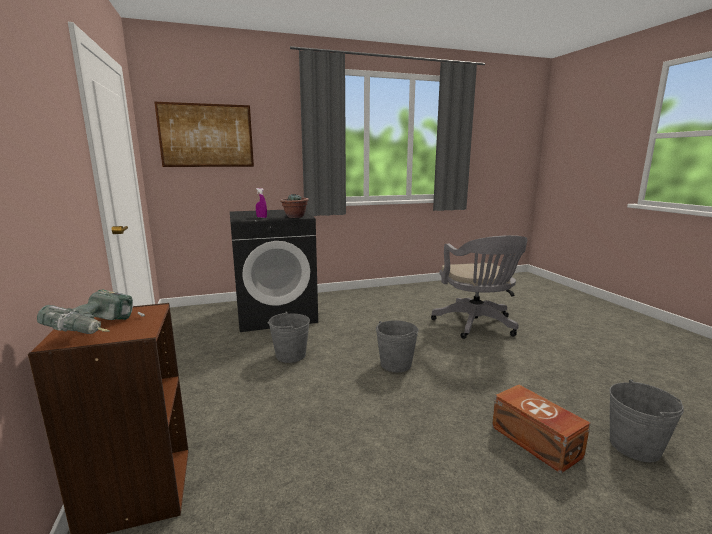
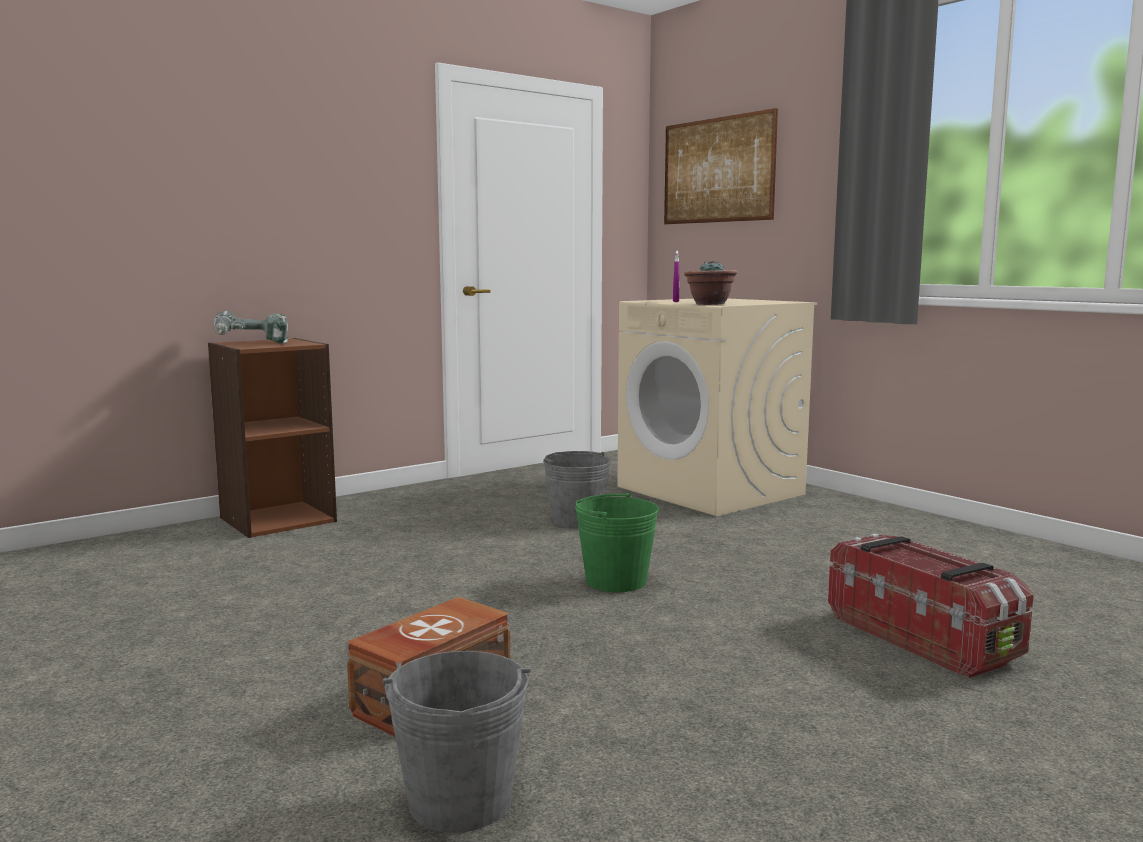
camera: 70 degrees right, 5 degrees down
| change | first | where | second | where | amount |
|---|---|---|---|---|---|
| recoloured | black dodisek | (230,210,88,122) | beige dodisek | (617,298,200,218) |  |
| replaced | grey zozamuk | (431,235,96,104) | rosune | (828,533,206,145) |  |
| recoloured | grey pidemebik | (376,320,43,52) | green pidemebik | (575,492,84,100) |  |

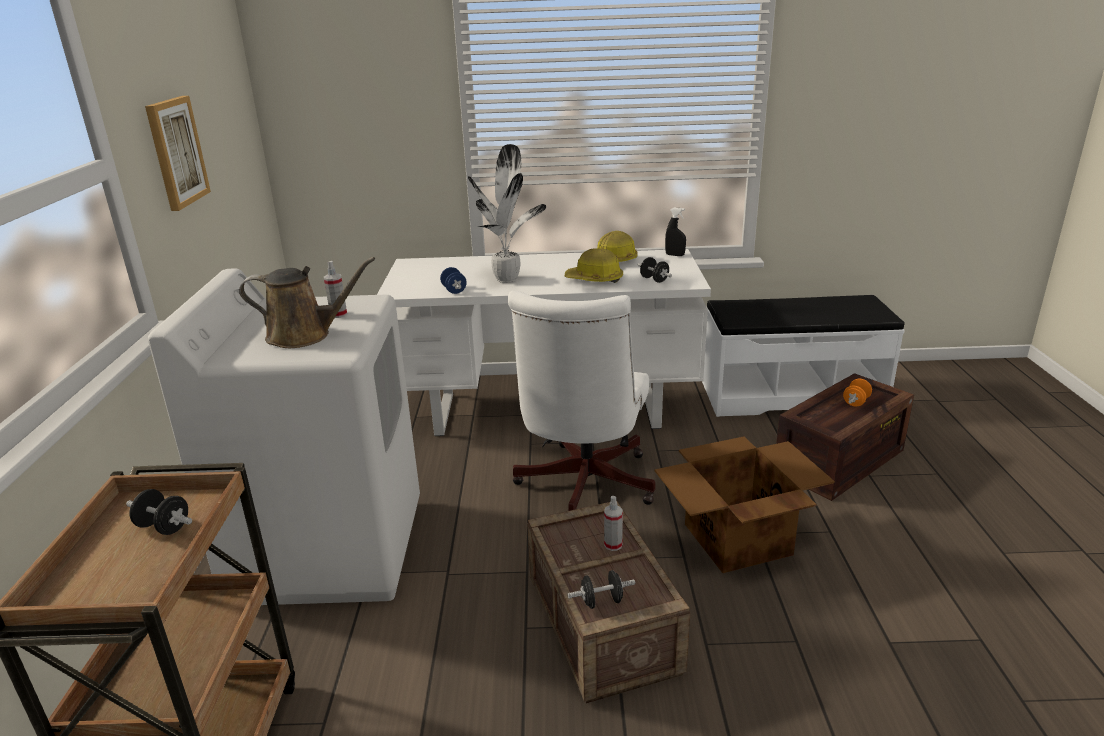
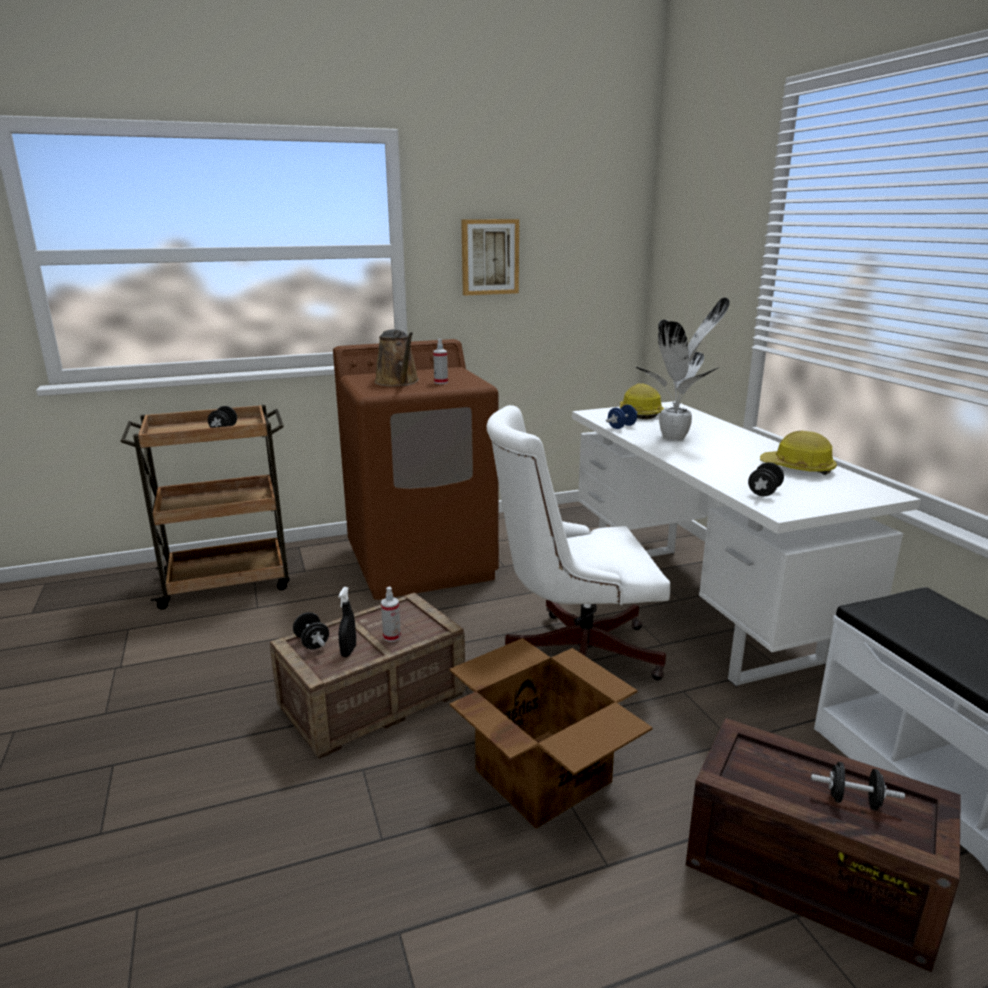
camera: 70 degrees right, 5 degrees down
| change | first | where | second | where | amount |
|---|---|---|---|---|---|
| moved | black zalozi | (665,208,21,48) |  | (338,587,18,70) |  |
| moved | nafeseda | (564,248,59,35) |  | (620,383,44,36) |  |
| recoloured | white dodisek | (148,268,272,337) | brown dodisek | (333,339,166,261) |  |
| recoloured | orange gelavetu | (843,379,29,27) | black gelavetu | (811,762,94,49) |  |

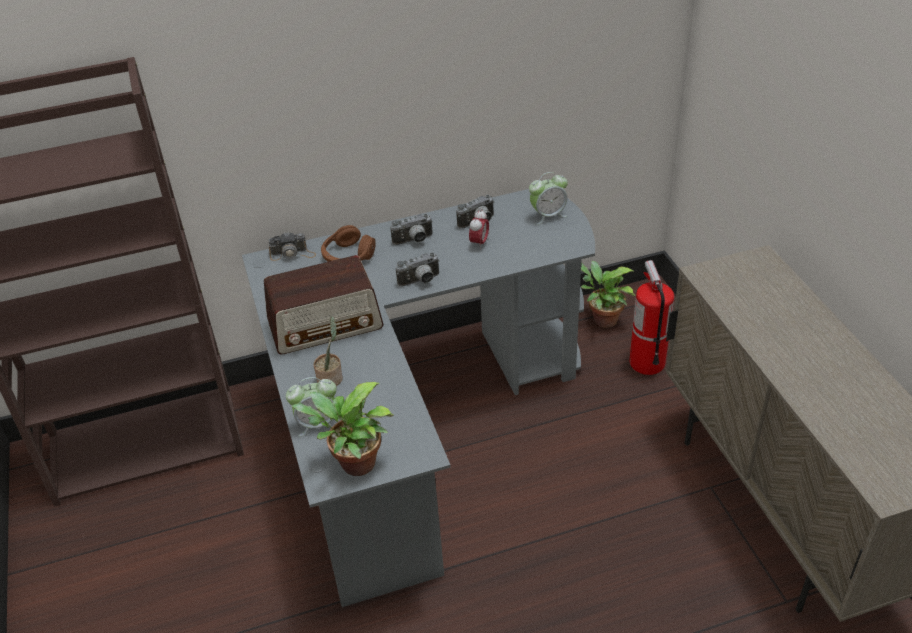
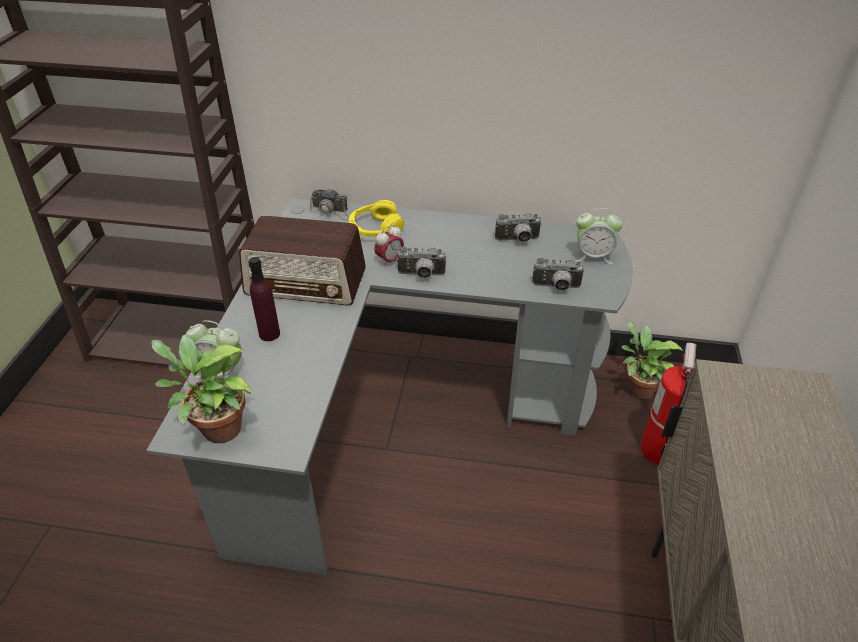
camera: 25 degrees right, 0 degrees up
| change | first | where | second | where | amount |
|---|---|---|---|---|---|
| moved | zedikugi | (469,209,20,41) |  | (374,225,30,42) |  |
| moved | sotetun | (390,214,43,31) |  | (532,258,52,33) |  |
| recoloured | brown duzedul | (321,225,55,37) | yellow duzedul | (349,200,55,37) |  |
| replaced | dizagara | (314,316,29,70) | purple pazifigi | (249,257,31,84) |  |

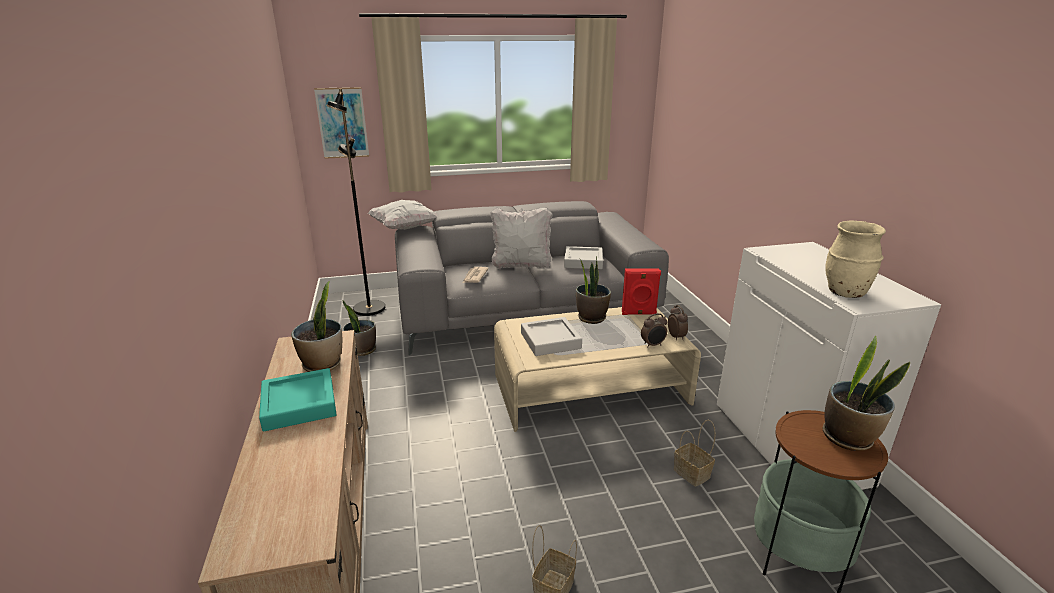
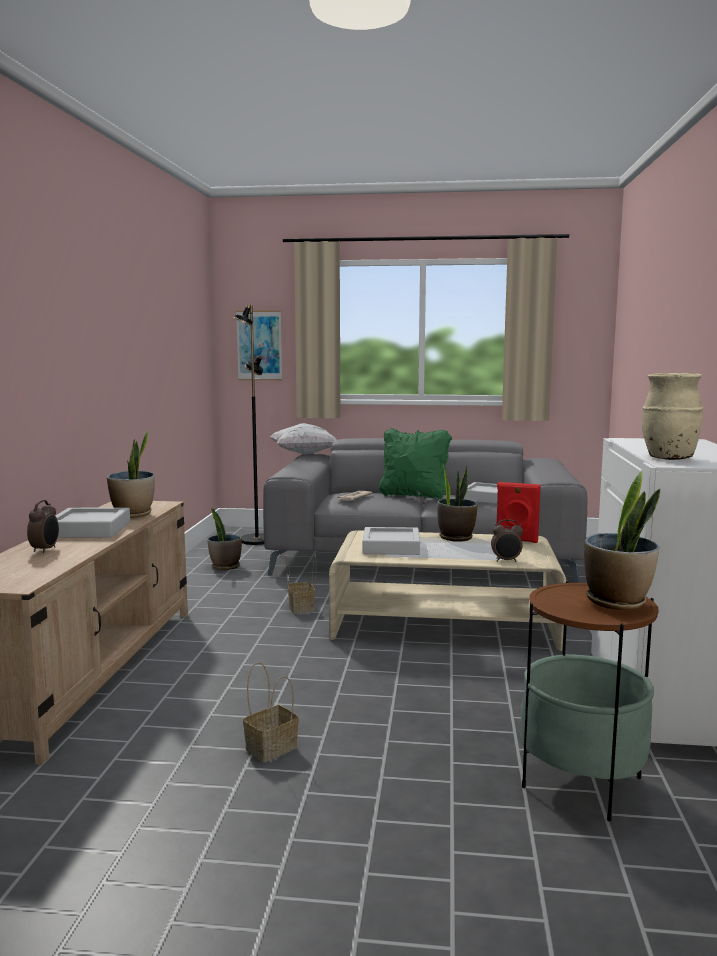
camera: 20 degrees right, 15 degrees down
| change | first | where | second | where | amount |
|---|---|---|---|---|---|
| recoloured | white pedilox | (491,207,62,62) | green pedilox | (378,428,74,71) |  |
| moved | zedikugi | (668,305,20,35) |  | (27,500,32,53) |  |
| recoloured | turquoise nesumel | (259,368,78,63) | grey nesumel | (55,507,75,31) |  |
| moved | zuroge | (674,420,42,67) |  | (286,554,30,60) |  |

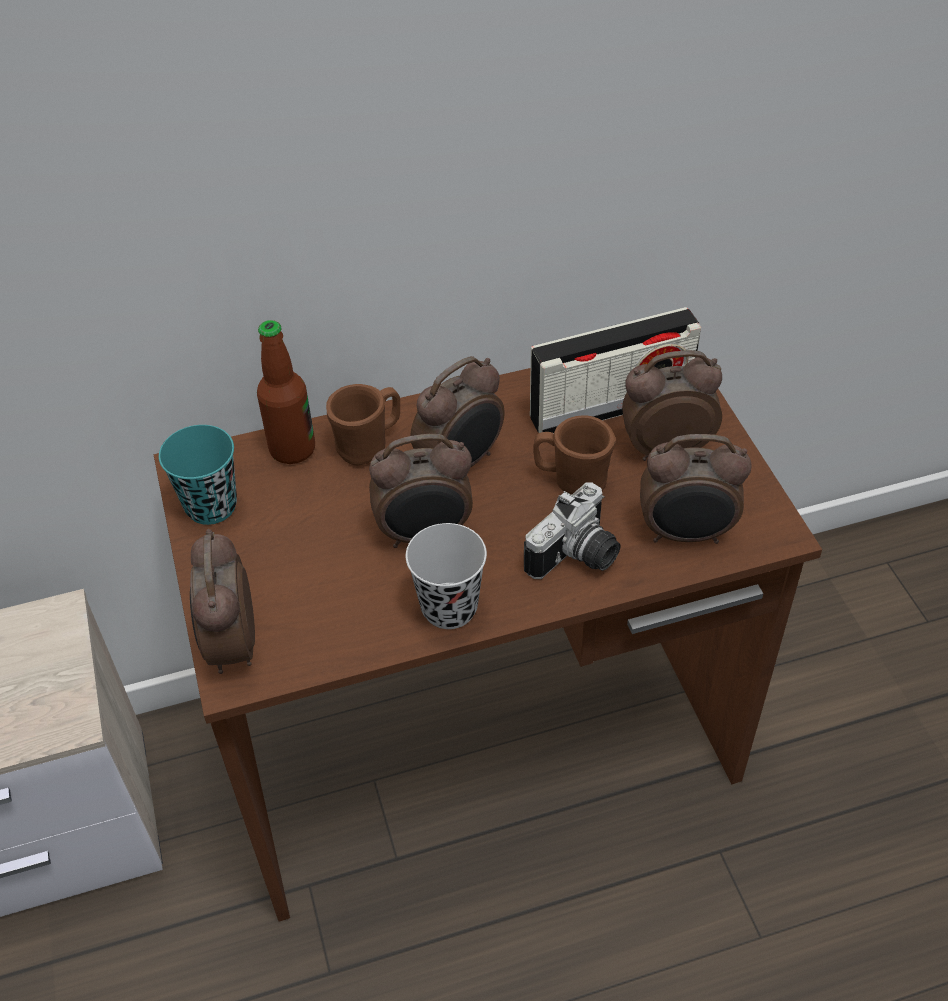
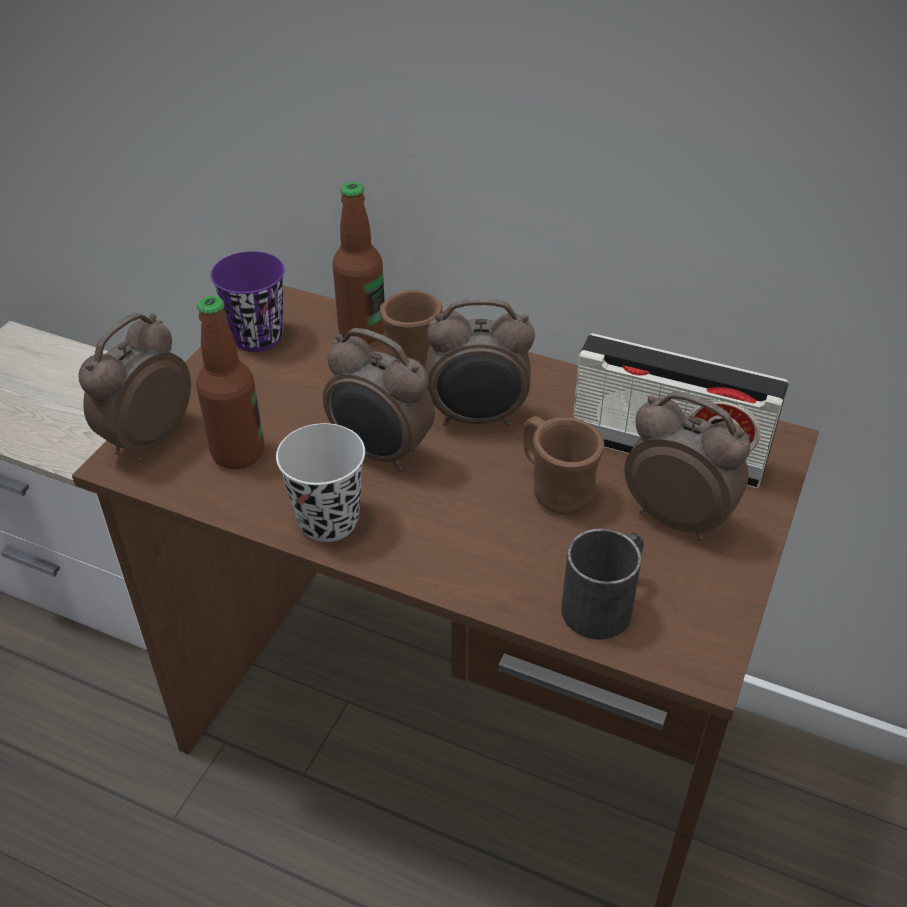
camera: 40 degrees right, 5 degrees down
| change | first | where | second | where | amount |
|---|---|---|---|---|---|
| recoloured | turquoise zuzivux | (159,425,78,100) | purple zuzivux | (211,251,74,101) |  |
| replaced | zedikugi | (640,434,112,110) | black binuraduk | (561,529,83,111) |  |
| removed | sotetun | (524,483,96,96) |  |  |  |
| added |  |  | pazifigi | (196,296,68,173) |  |

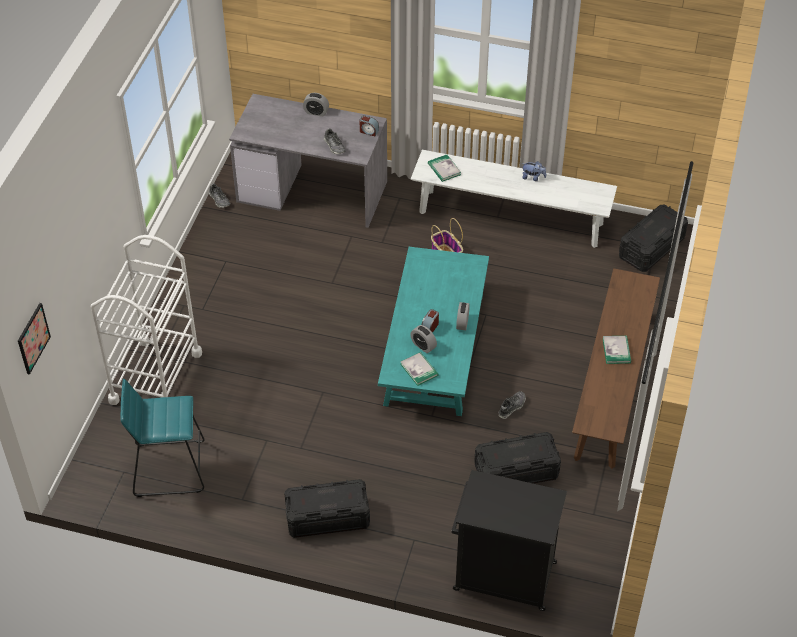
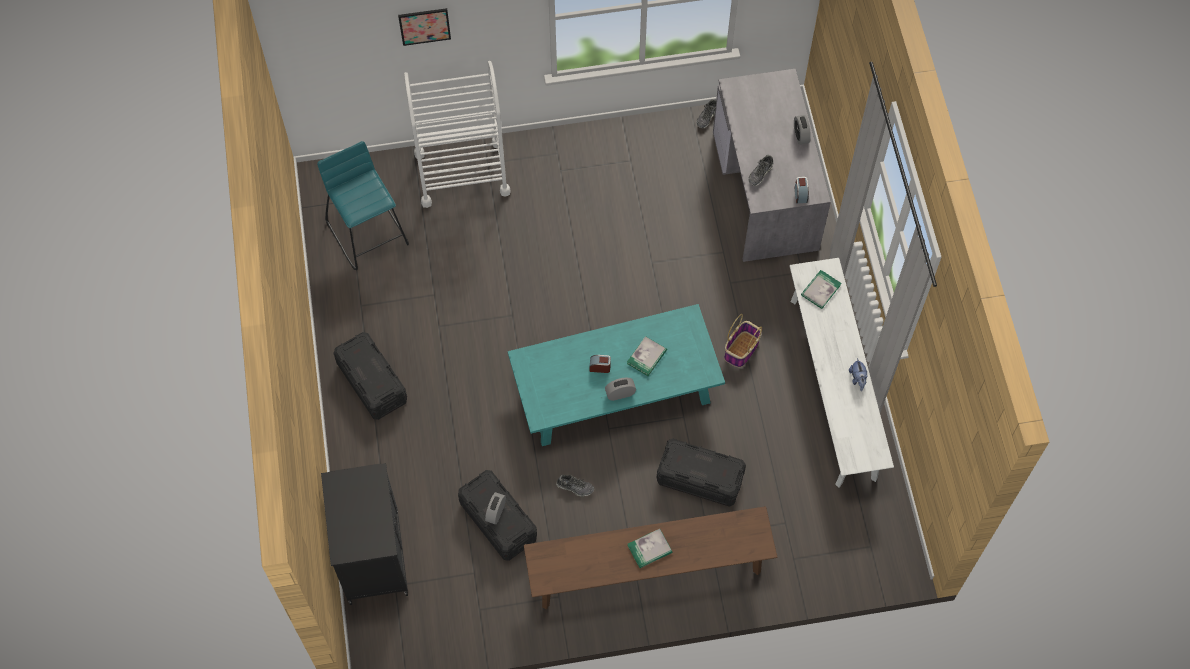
camera: 65 degrees right, 15 degrees up
| change | first | where | second | where | amount |
|---|---|---|---|---|---|
| moved | black rosune | (619,205,69,67) |  | (656,438,90,69) |  |
| moved | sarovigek | (18,303,33,72) |  | (398,8,53,38) |  |
| moved | zedikugi | (410,325,27,28) |  | (485,492,21,32) |  |
| moved | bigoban | (400,352,39,34) |  | (627,336,40,40) |  |

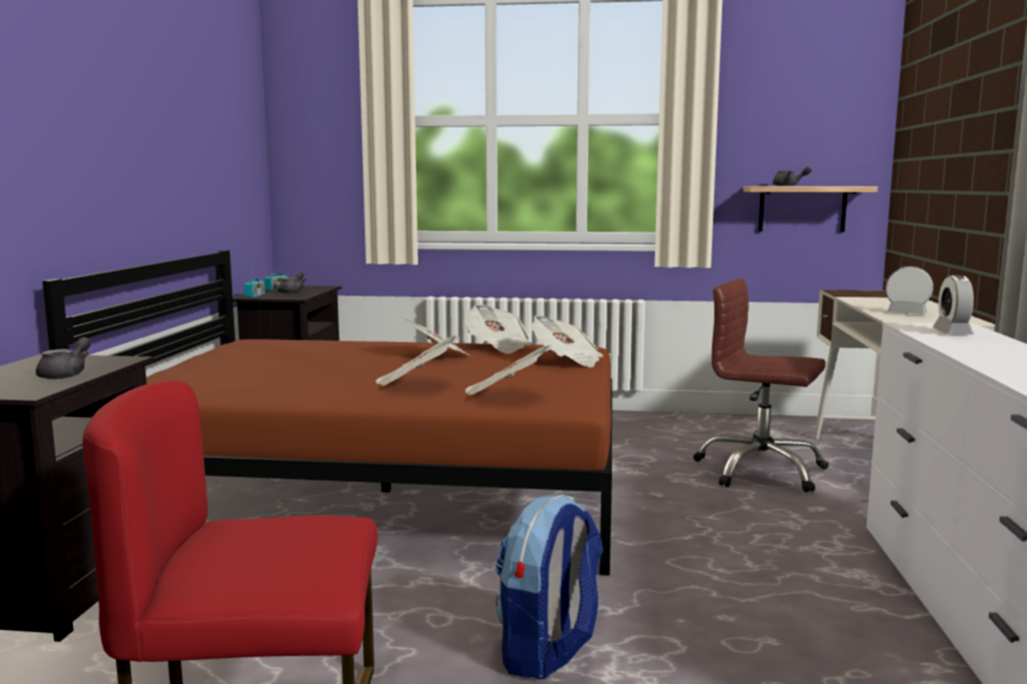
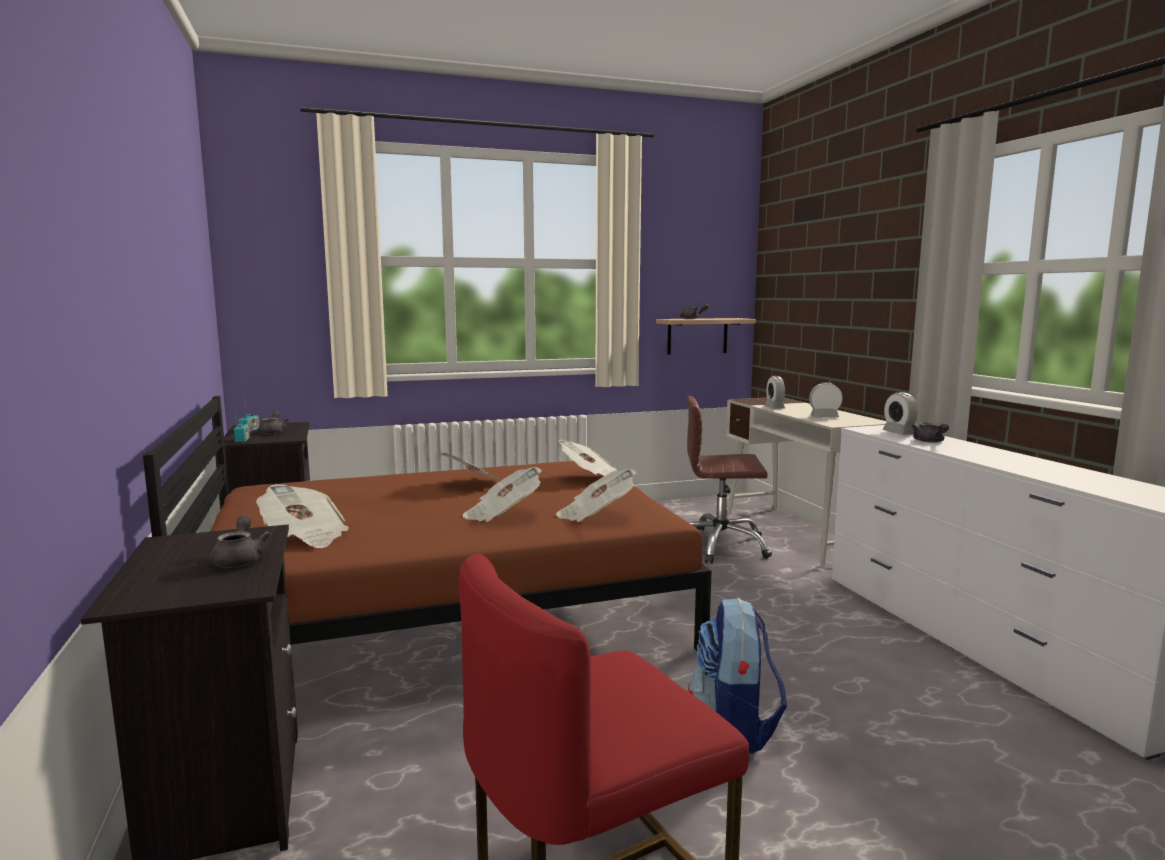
camera: 25 degrees left, 0 degrees up
| change | first | where | second | where | amount |
|---|---|---|---|---|---|
| moved | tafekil | (464,304,67,50) |  | (256,484,93,64) |  |
| added |  |  | zedikugi | (764,376,21,33) |  |
| added |  |  | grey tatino | (912,423,37,20) |  |

